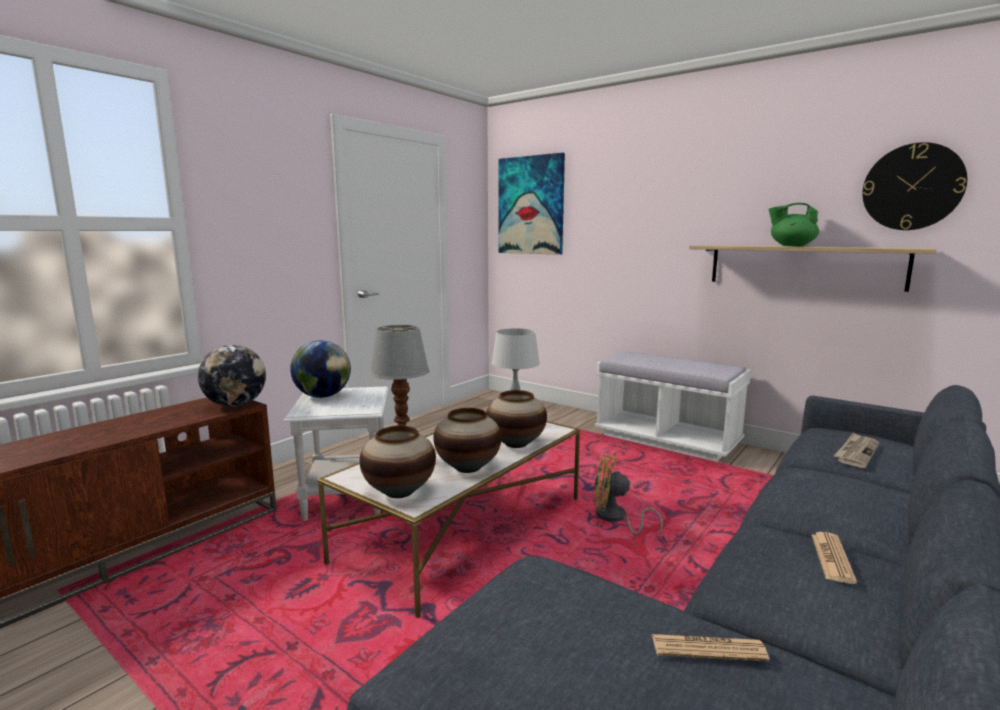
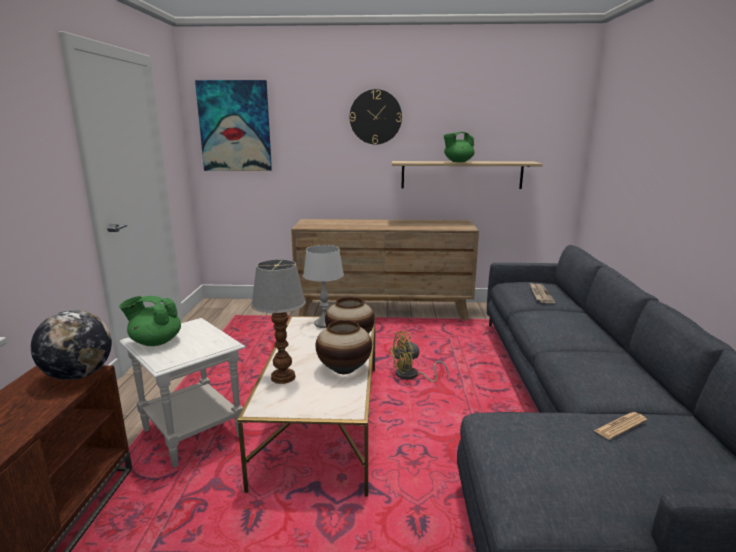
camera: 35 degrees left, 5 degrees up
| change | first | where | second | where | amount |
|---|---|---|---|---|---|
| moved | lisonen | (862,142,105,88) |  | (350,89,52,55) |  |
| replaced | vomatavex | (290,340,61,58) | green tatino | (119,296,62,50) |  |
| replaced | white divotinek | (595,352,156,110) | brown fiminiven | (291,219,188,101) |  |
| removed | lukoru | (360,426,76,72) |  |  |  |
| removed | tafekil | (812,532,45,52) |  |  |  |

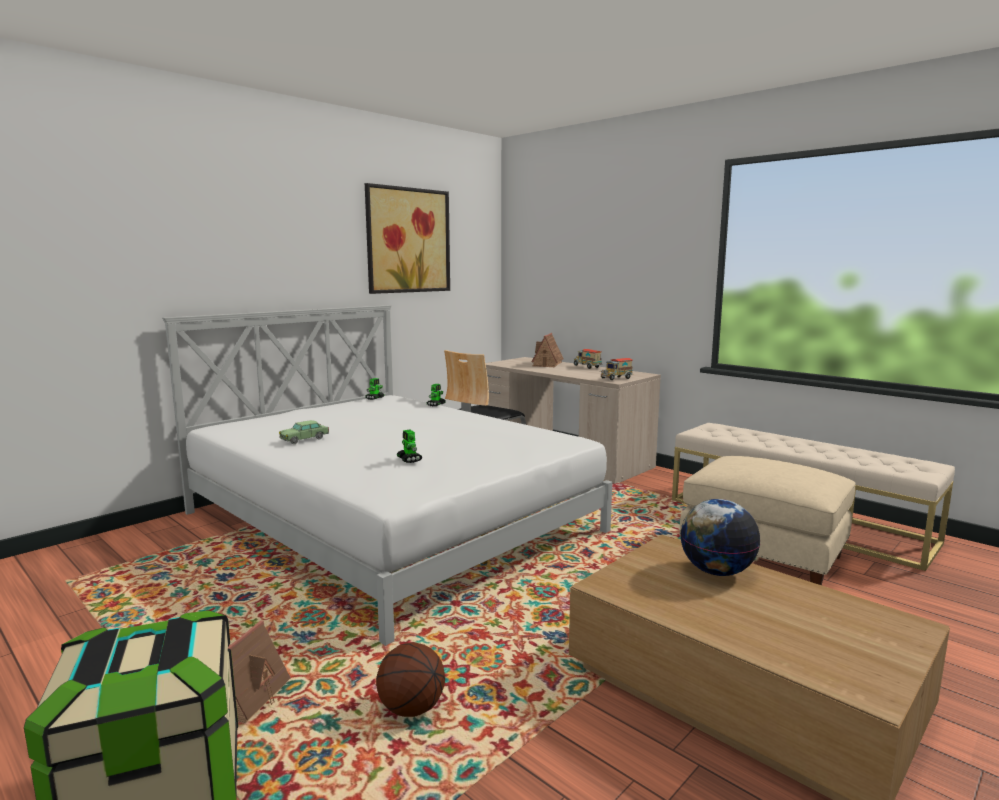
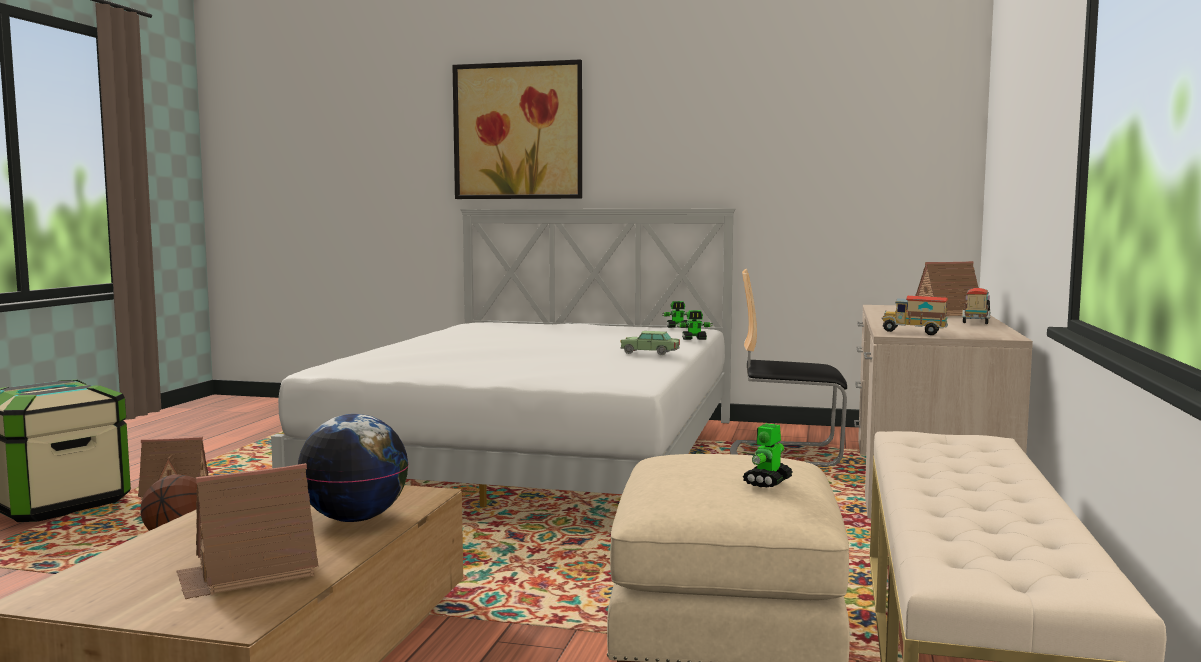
camera: 60 degrees right, 5 degrees down
| change | first | where | second | where | amount |
|---|---|---|---|---|---|
| moved | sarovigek | (365,183,85,111) |  | (452,59,130,140) |  |
| moved | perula | (279,420,50,24) |  | (620,331,60,24) |  |
| moved | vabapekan | (397,430,25,33) |  | (742,423,51,64) |  |
| added |  |  | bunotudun | (177,463,141,136) |  |

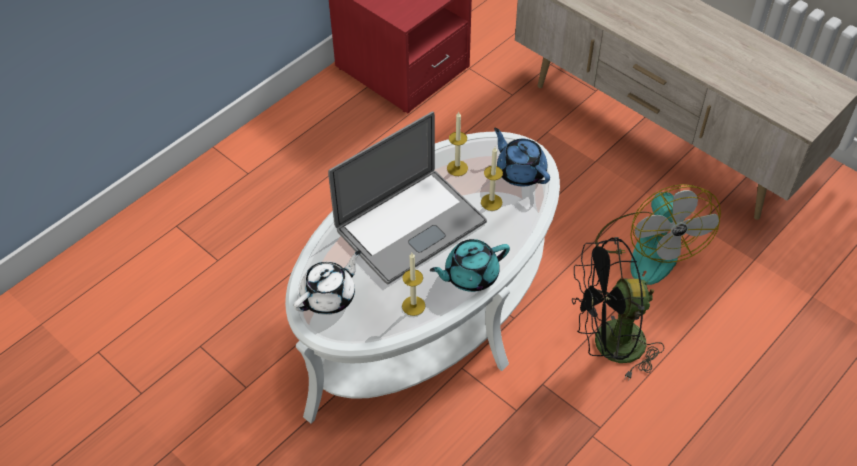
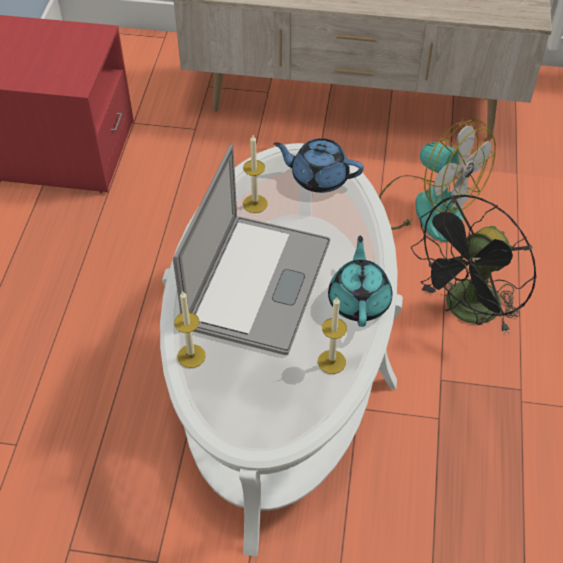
camera: 35 degrees left, 0 degrees up
| change | first | where | second | where | amount |
|---|---|---|---|---|---|
| moved | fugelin | (481,147,22,64) |  | (174,290,32,78) |  |
| turned | turquoise tatino | (430,239,80,53) |  | (328,236,64,91) | 150 degrees clockwise |
| removed | white tatino | (293,250,68,65) |  |  |  |

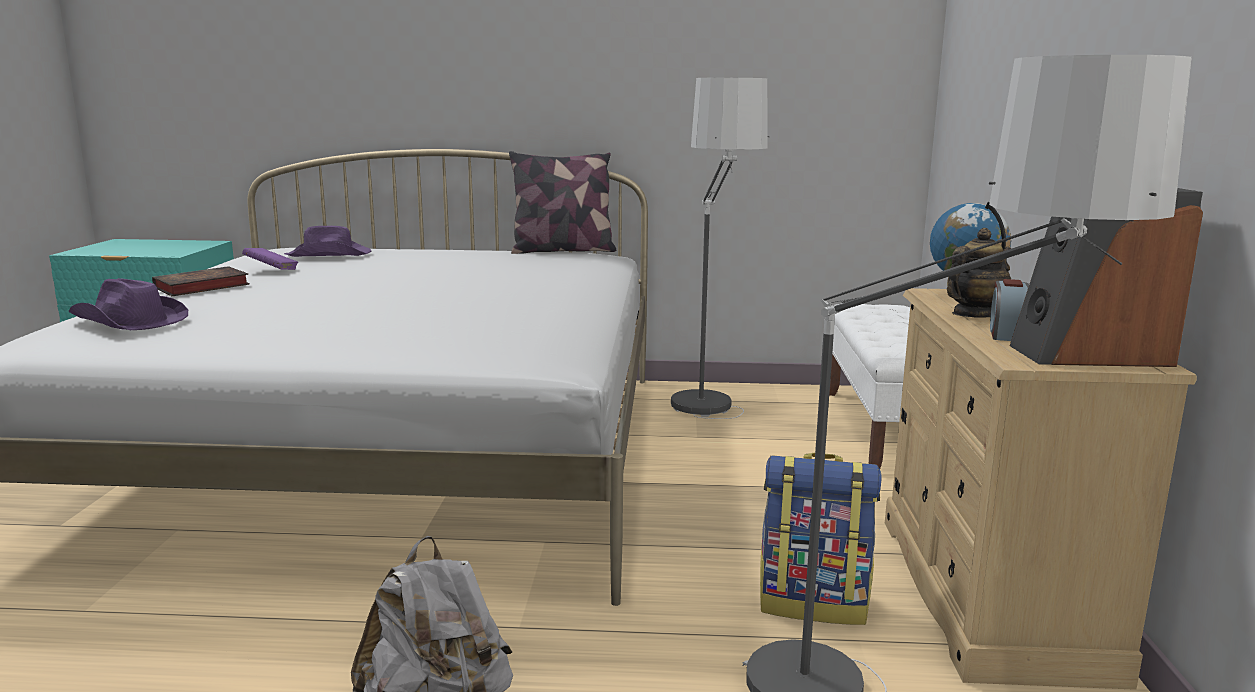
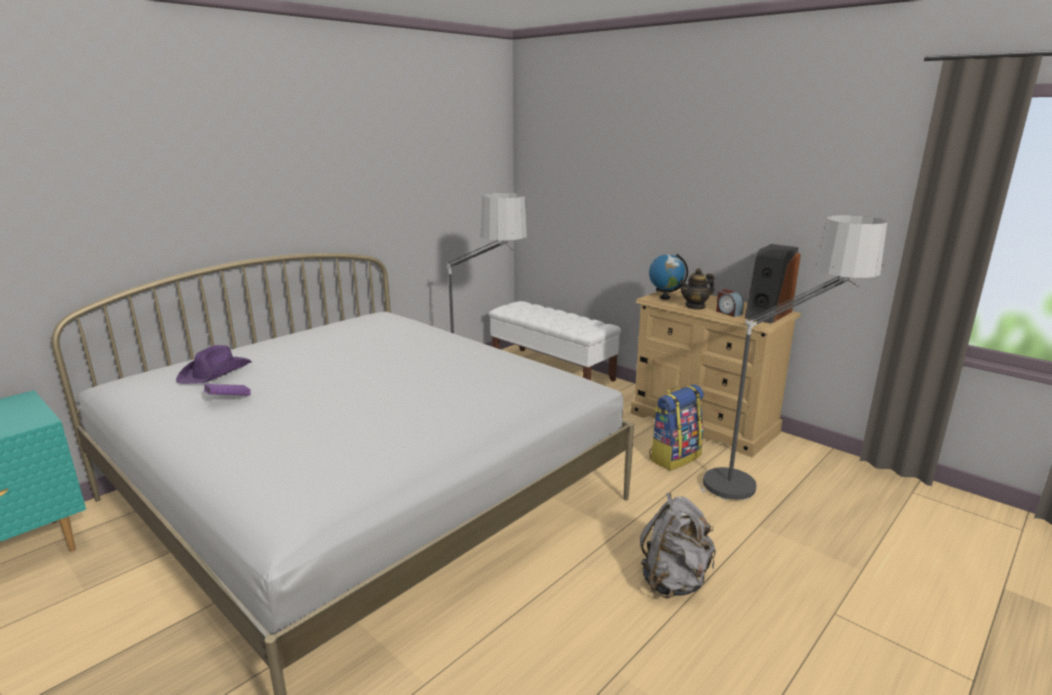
camera: 50 degrees left, 5 degrees up
| change | first | where | second | where | amount |
|---|---|---|---|---|---|
| removed | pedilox | (509,151,107,103) |  |  |  |
| turned | tatino | (947,228,64,89) |  | (680,268,34,42) | 120 degrees counterclockwise |
| removed | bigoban | (152,266,98,30) |  |  |  |
| removed | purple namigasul | (68,278,120,52) |  |  |  |

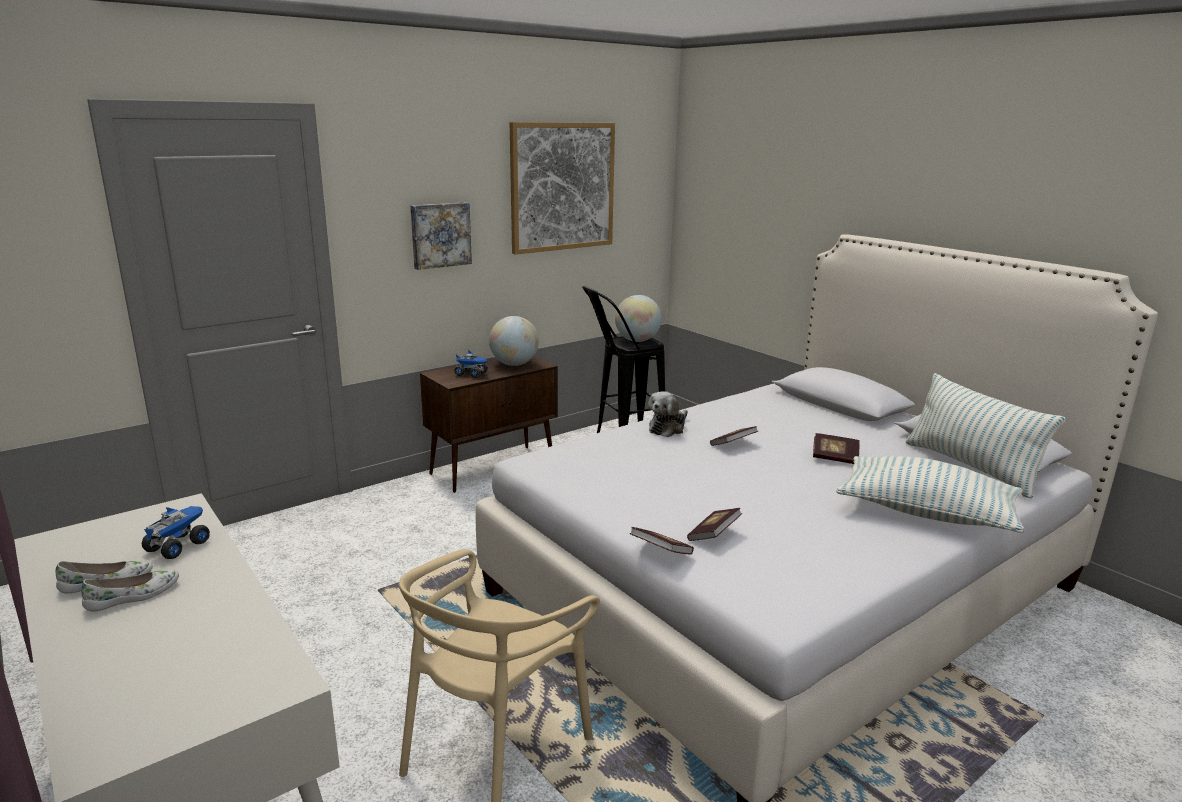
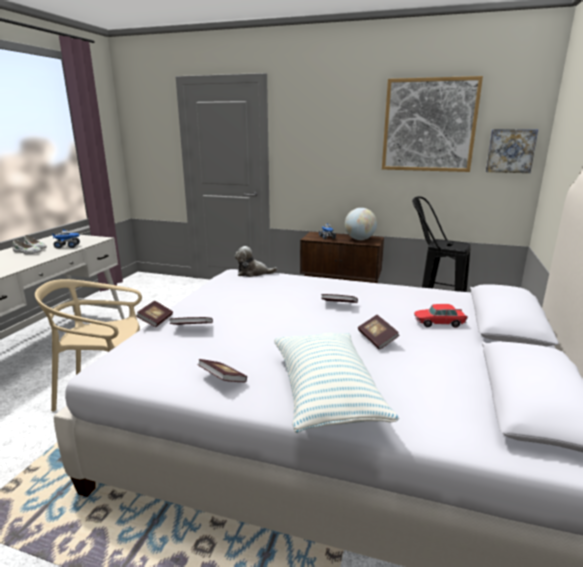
camera: 55 degrees right, 0 degrees up
| change | first | where | second | where | amount |
|---|---|---|---|---|---|
| moved | sarovigek | (410,202,62,68) |  | (486,129,52,44) |  |
| removed | vomatavex | (615,295,47,47) |  |  |  |
| removed | pedilox | (906,373,160,125) |  |  |  |
| moved | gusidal | (648,391,40,46) |  | (235,246,43,31) |  |
| added |  |  | perula | (414,304,54,24) |  |
| added |  |  | bigoban | (197,359,50,23) |  |

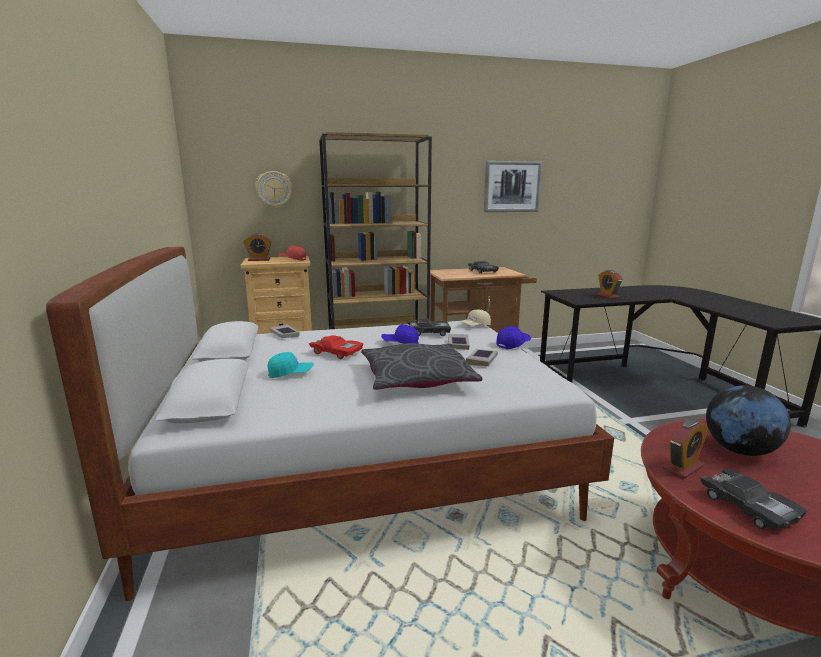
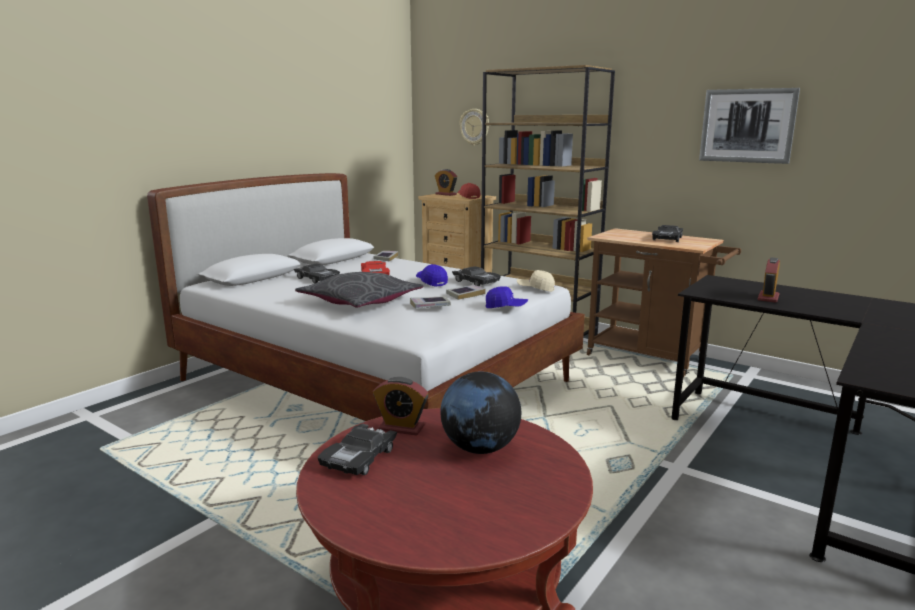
camera: 50 degrees right, 0 degrees up
| change | first | where | second | where | amount |
|---|---|---|---|---|---|
| replaced | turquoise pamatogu | (268,352,46,26) | black perula | (294,264,46,19) |  |

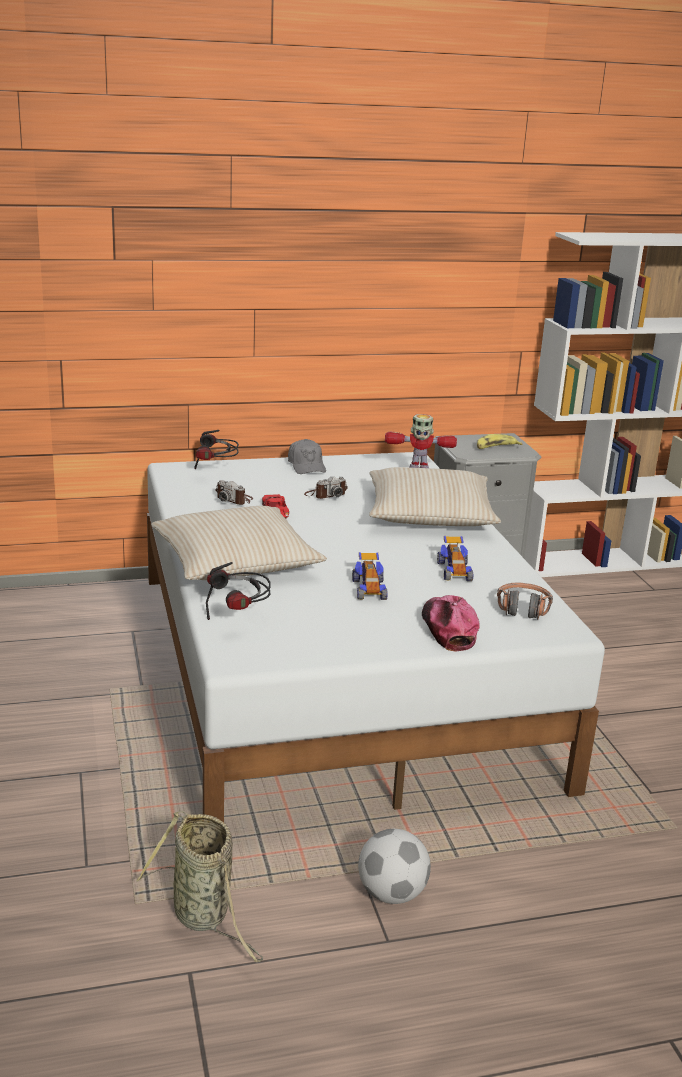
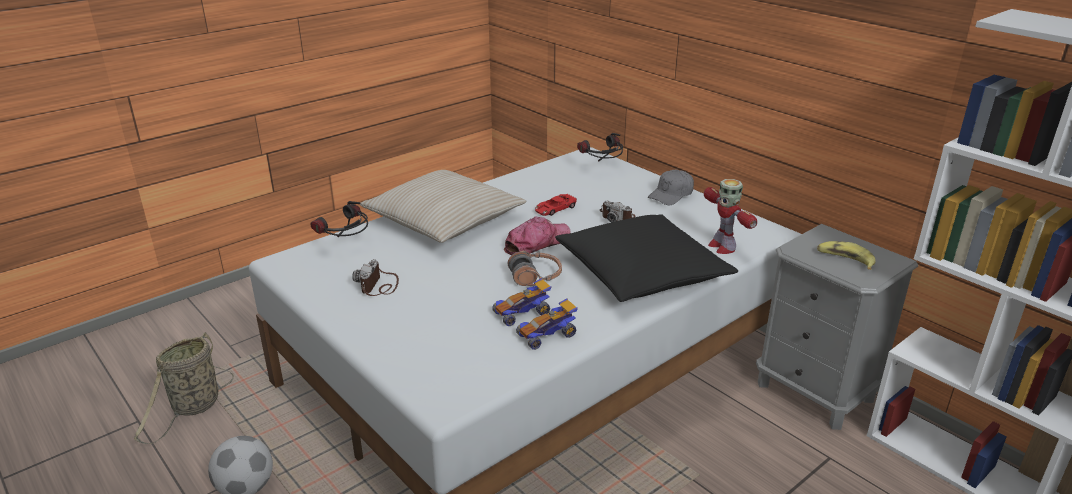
camera: 65 degrees right, 5 degrees up
| change | first | where | second | where | amount |
|---|---|---|---|---|---|
| recoloured | beige pedilox | (369,467,132,59) | black pedilox | (555,214,183,88) |  |
| moved | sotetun | (215,480,38,25) |  | (352,259,47,37) |  |
| moved | perula | (352,552,36,48) |  | (516,298,62,52) |  |
| moved | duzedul | (497,583,56,37) |  | (507,250,55,36) |  |
| moved | pamatogu | (422,595,58,57) |  | (504,217,66,38) |  |

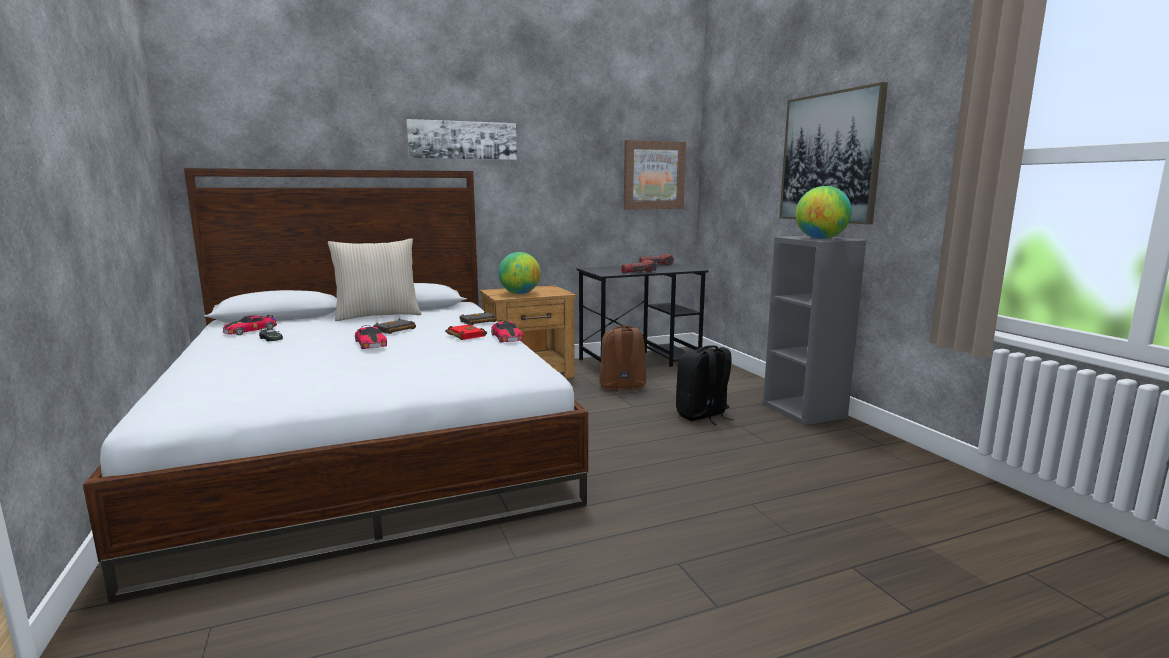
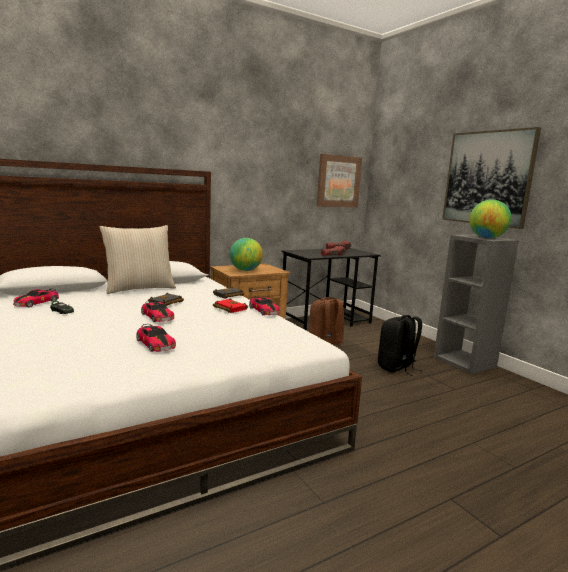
camera: 10 degrees left, 0 degrees up
| change | first | where | second | where | amount |
|---|---|---|---|---|---|
| removed | sarovigek | (406,119,111,41) |  |  |  |
| added |  |  | perula | (136,324,40,28) |  |

